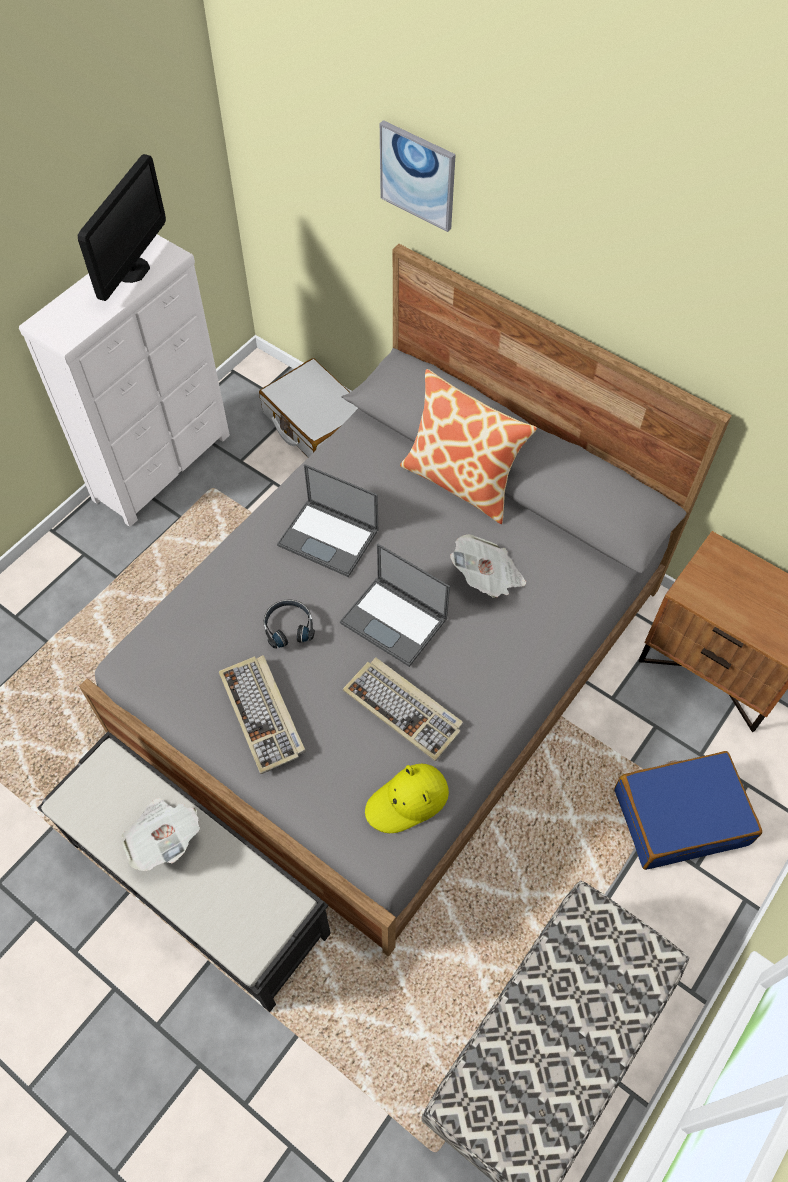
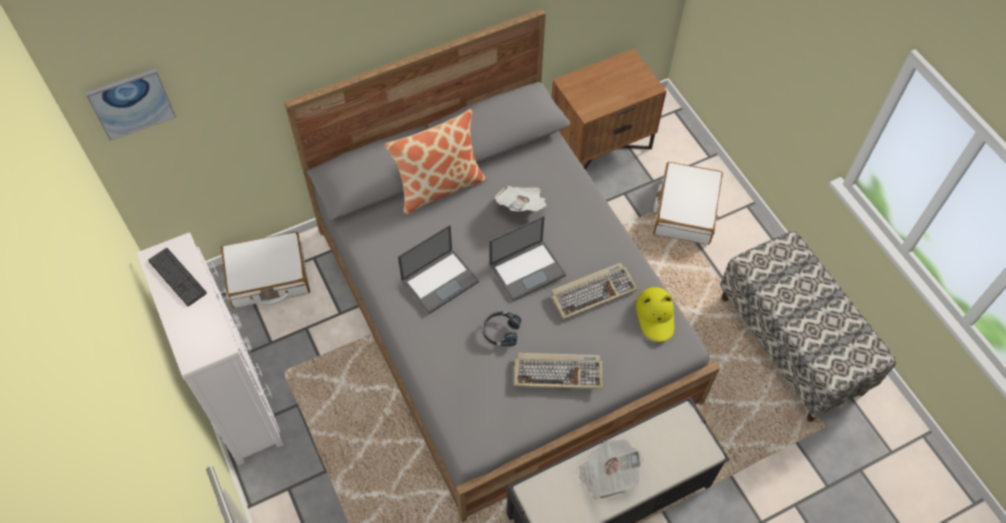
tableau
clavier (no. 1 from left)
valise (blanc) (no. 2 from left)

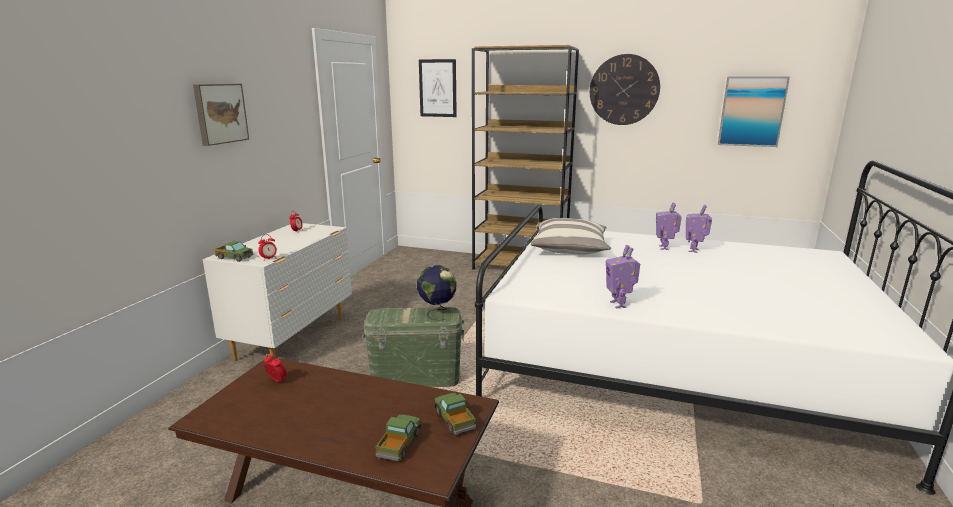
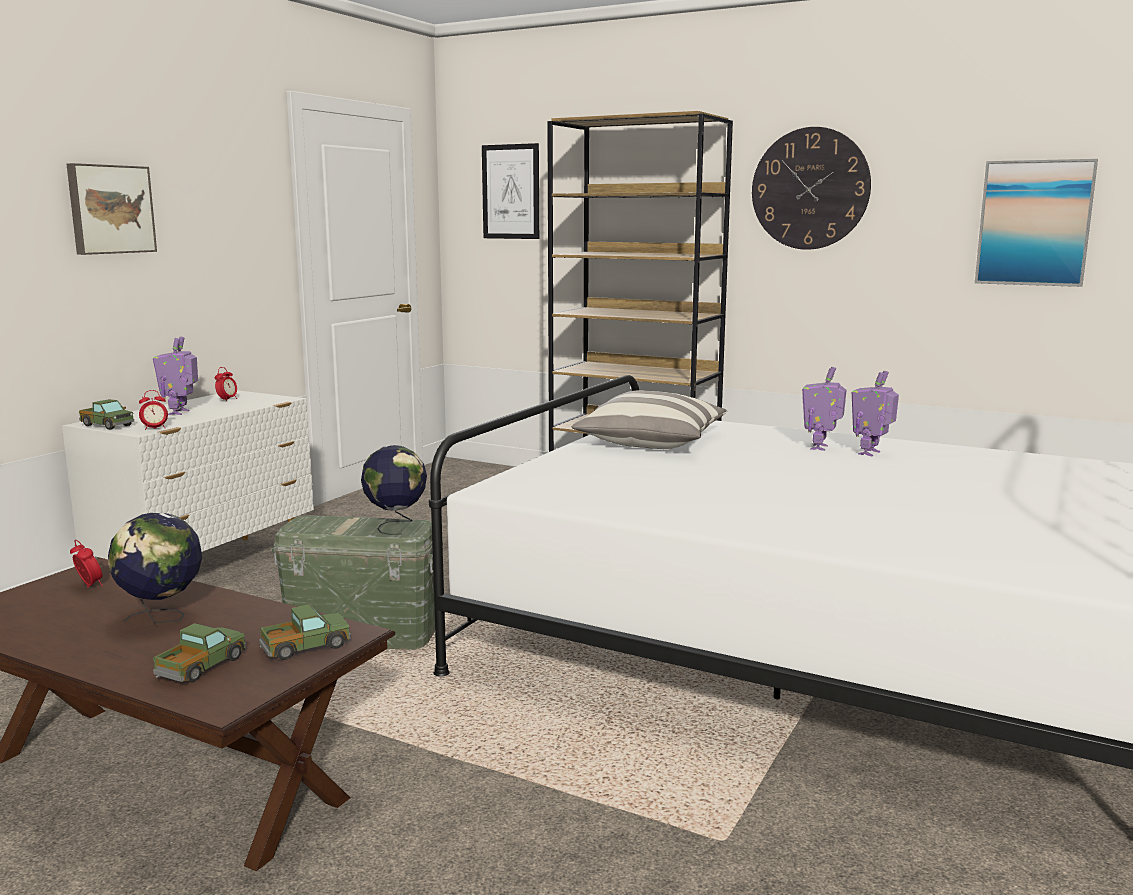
globe (no. 1 from left)
robot jouet (no. 1 from left)
camion jouet (no. 3 from left)

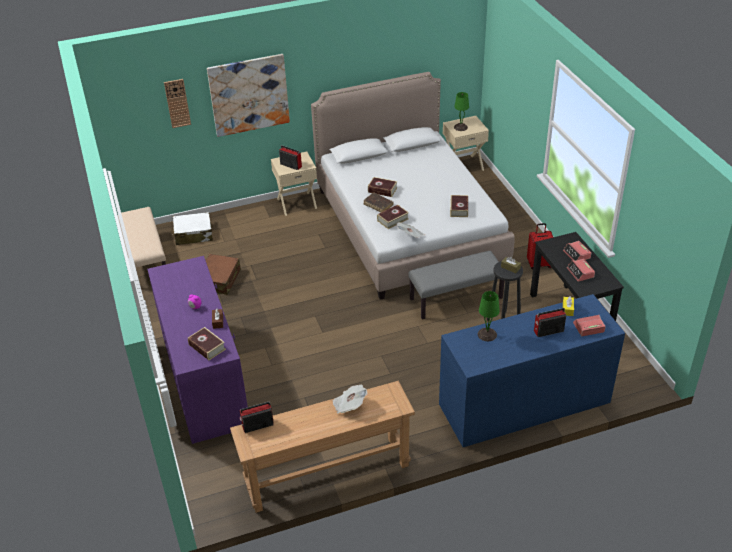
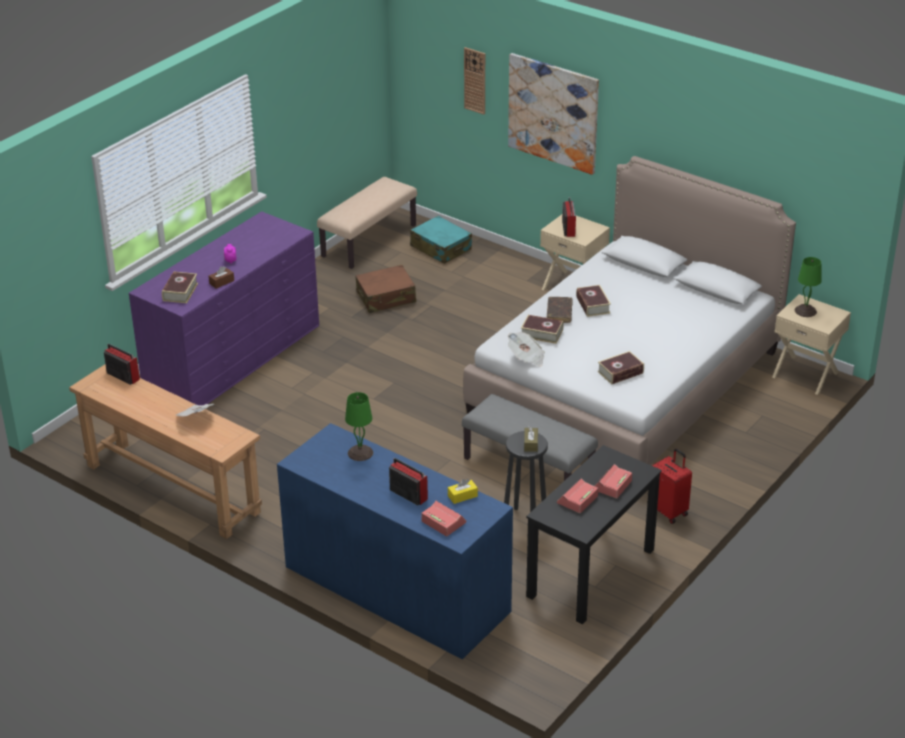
valise (turquoise)

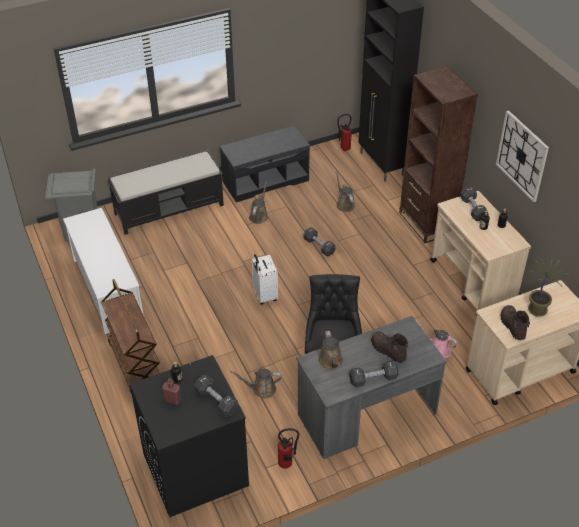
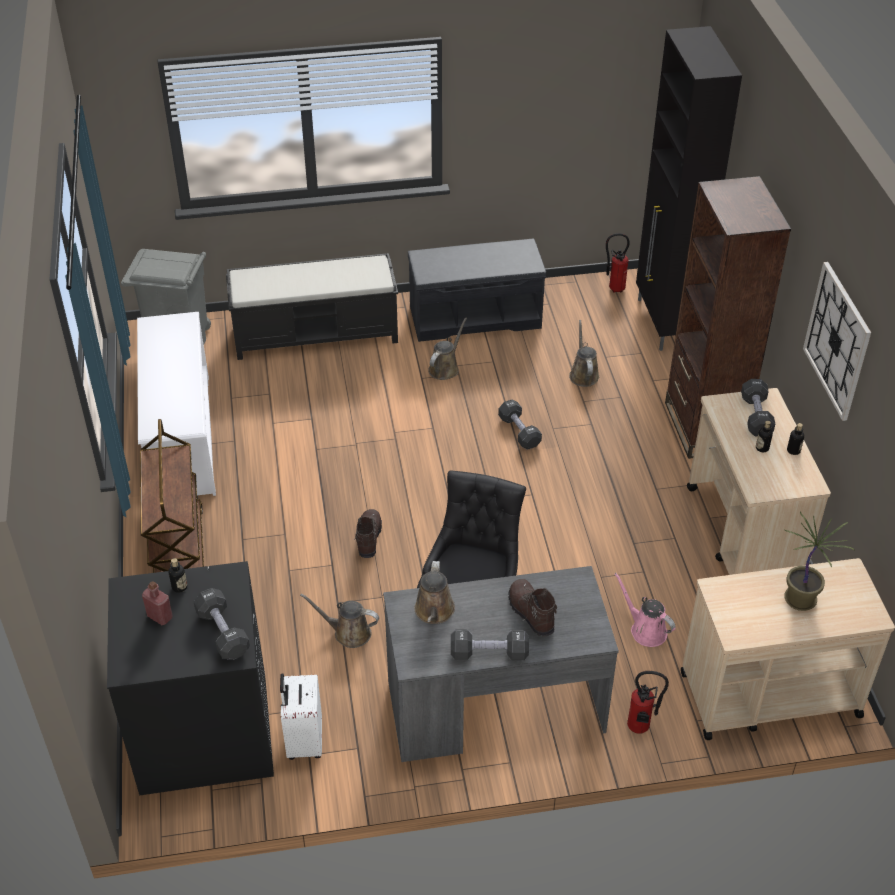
valise (blanc)
extincteur (no. 2 from left)
botte (marron) (no. 1 from left)

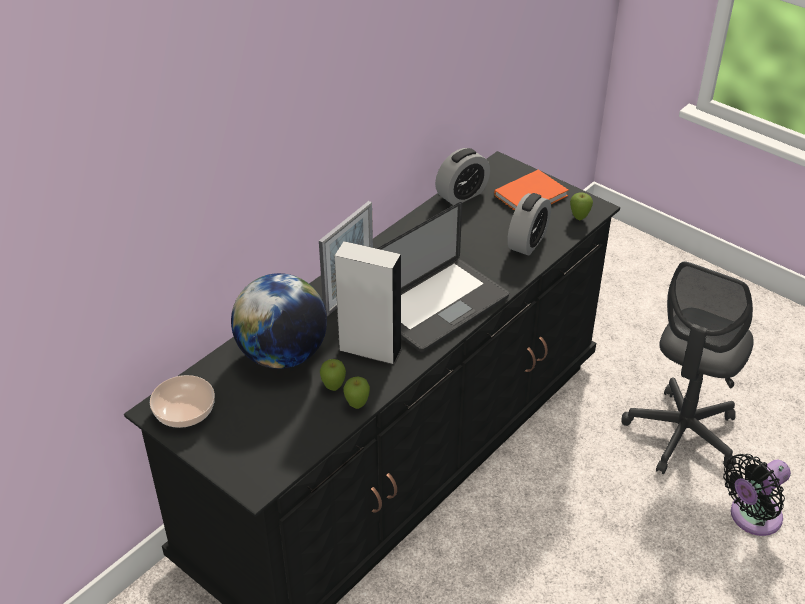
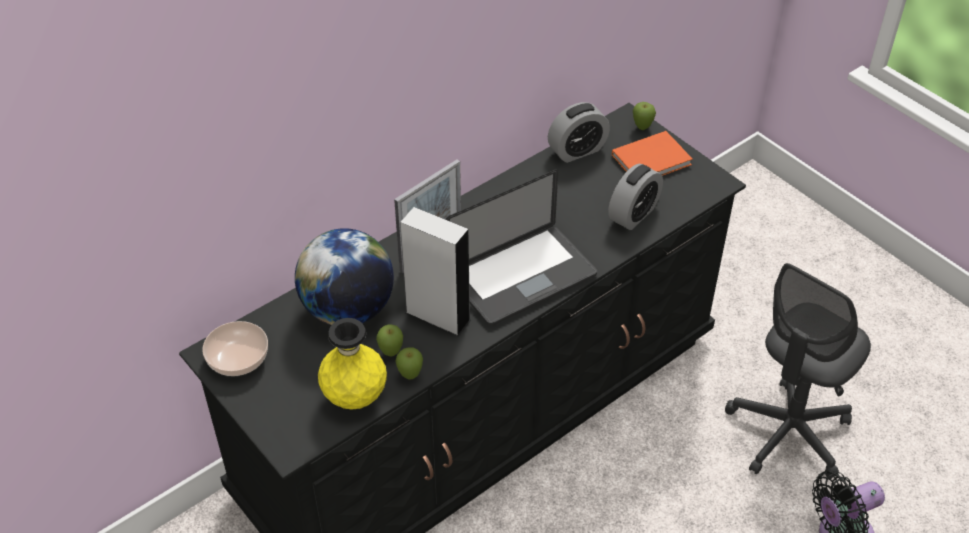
vase (jaune)
pomme (no. 3 from left)

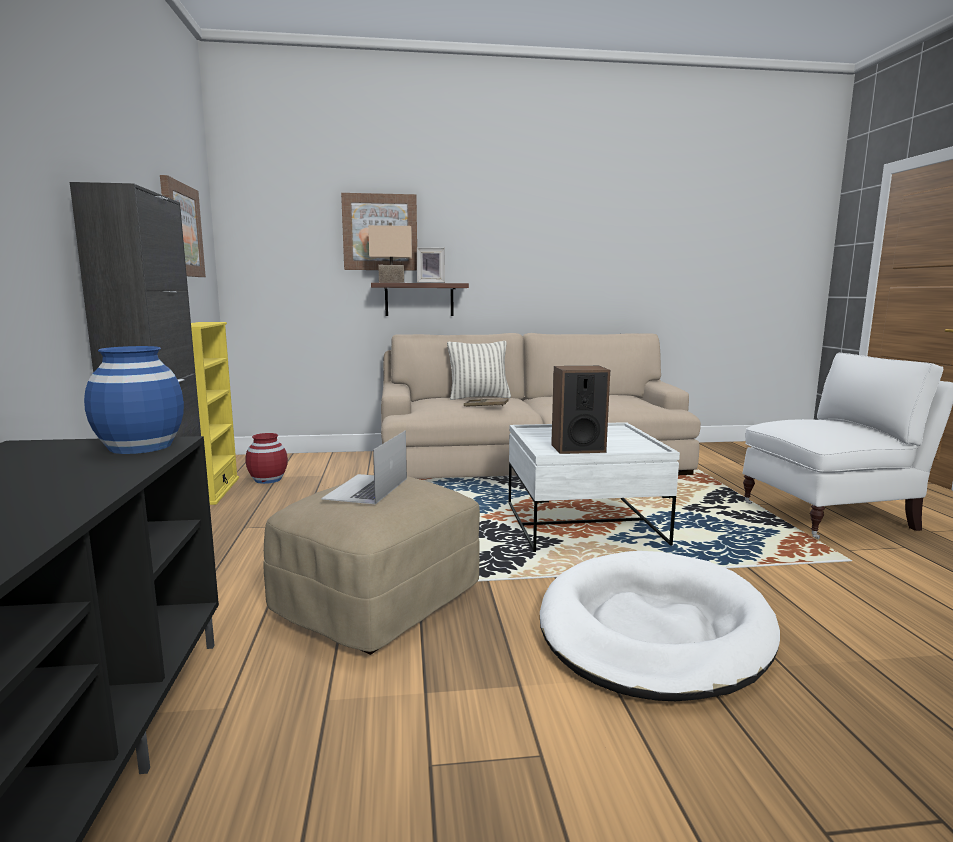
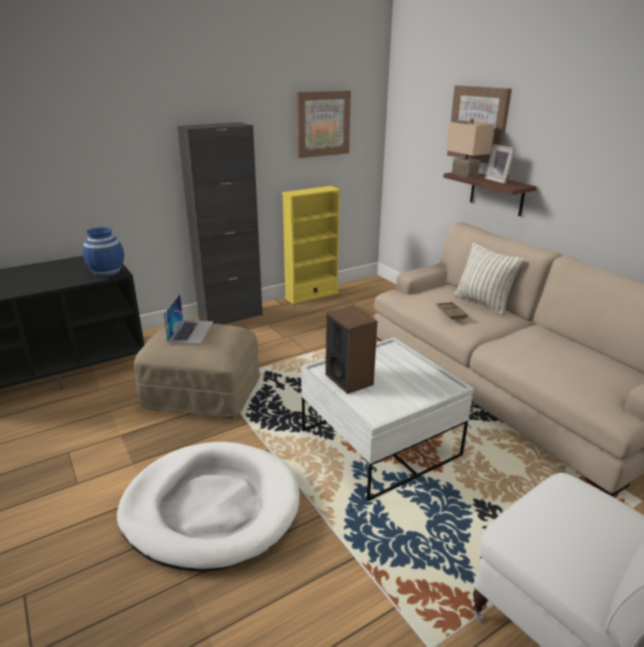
vase (rouge)
ordinateur portable

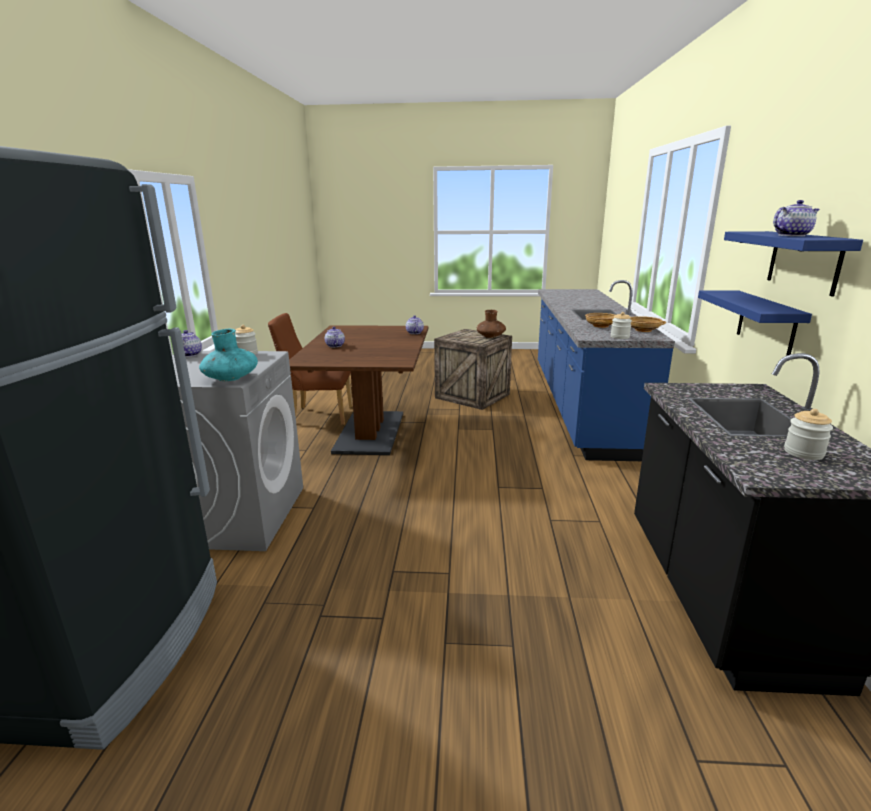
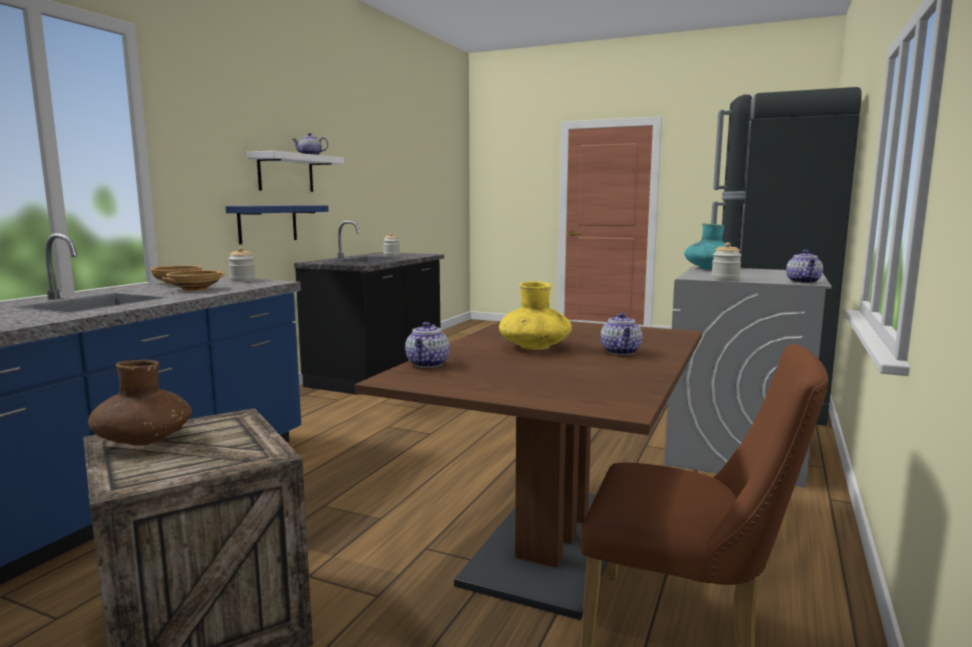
vase (jaune)
étagère (blanc)

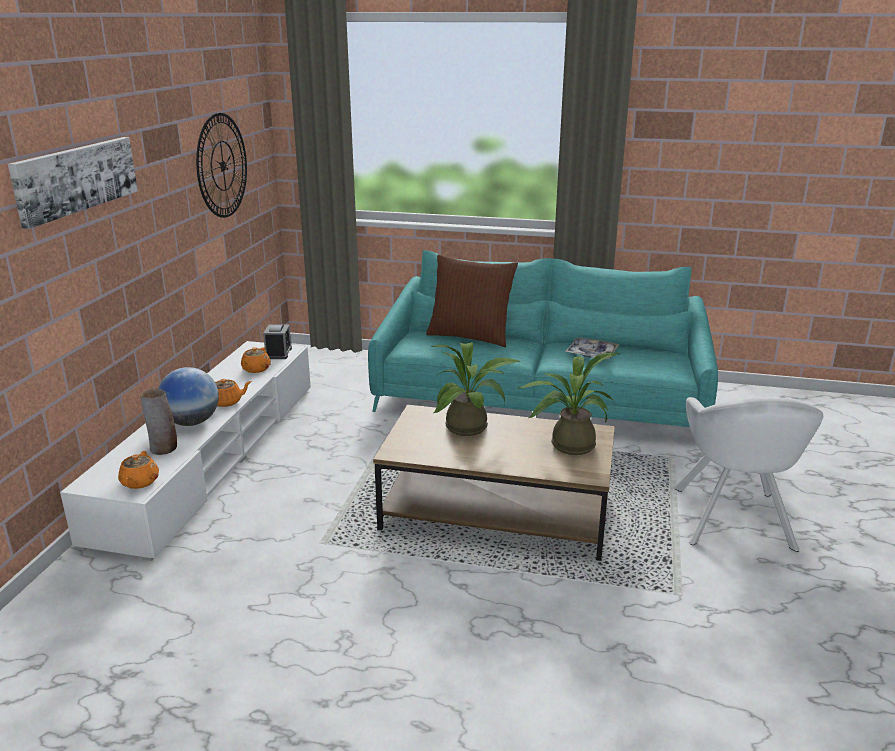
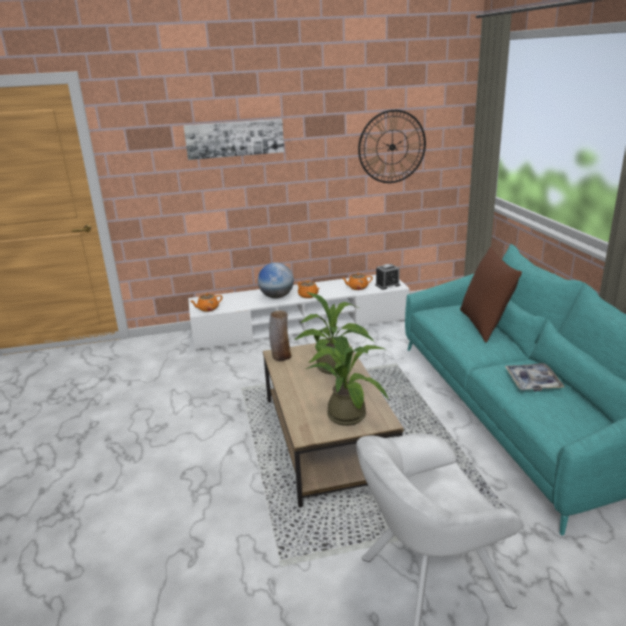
vase

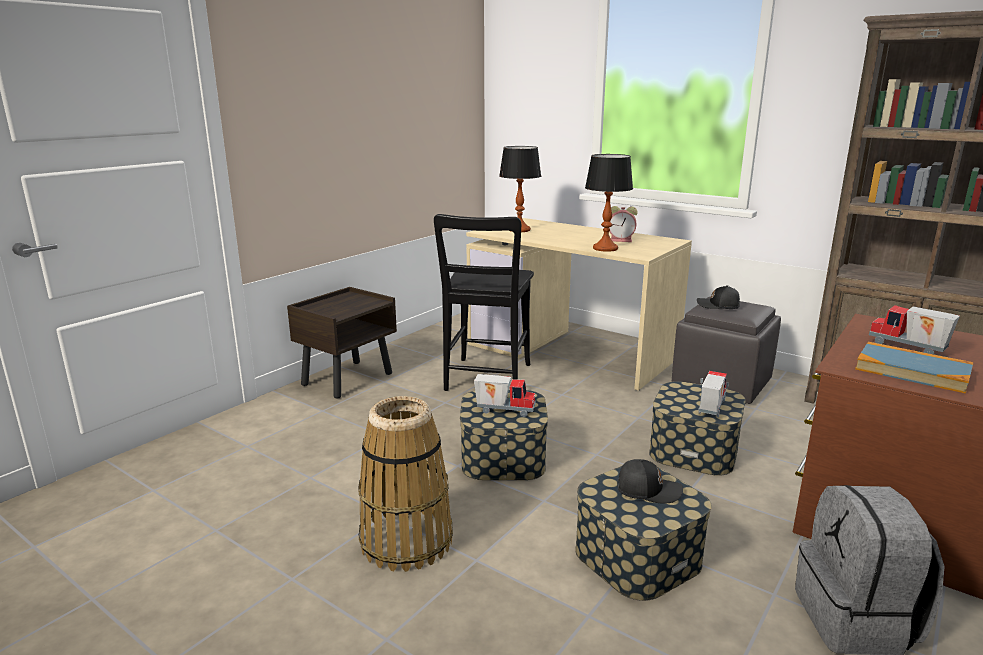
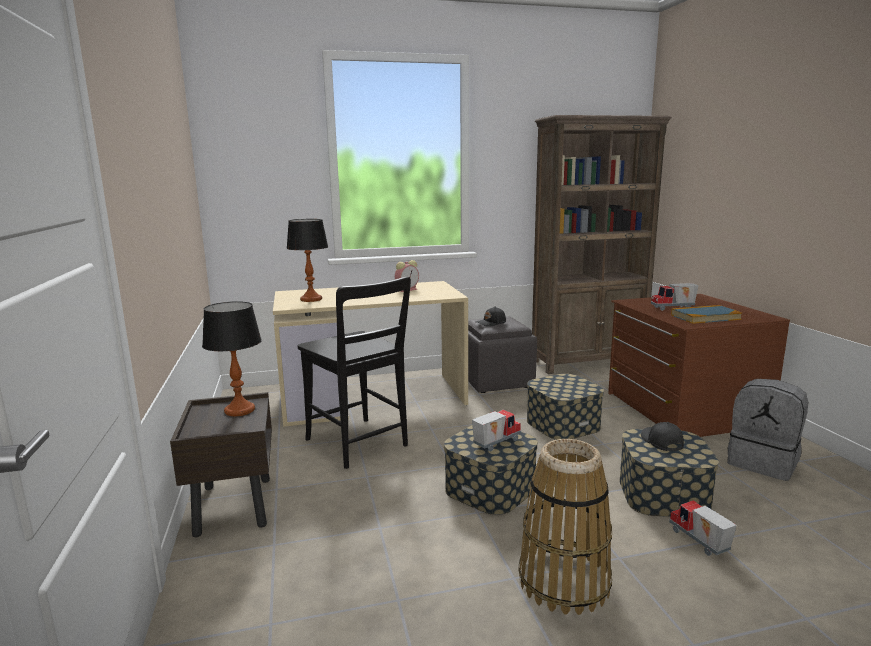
lampe de table (no. 1 from left)
camion jouet (no. 3 from left)
casquette (noir) (no. 2 from left)

